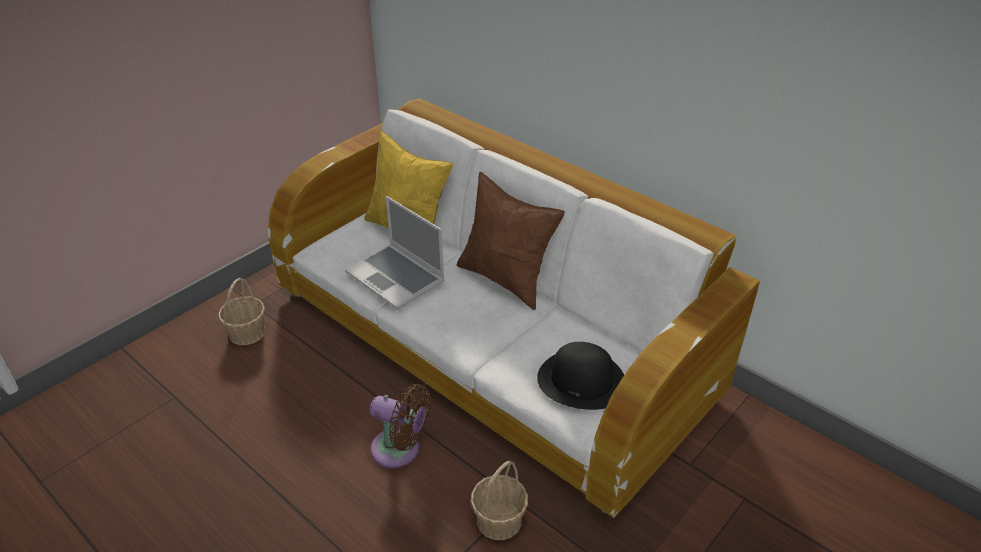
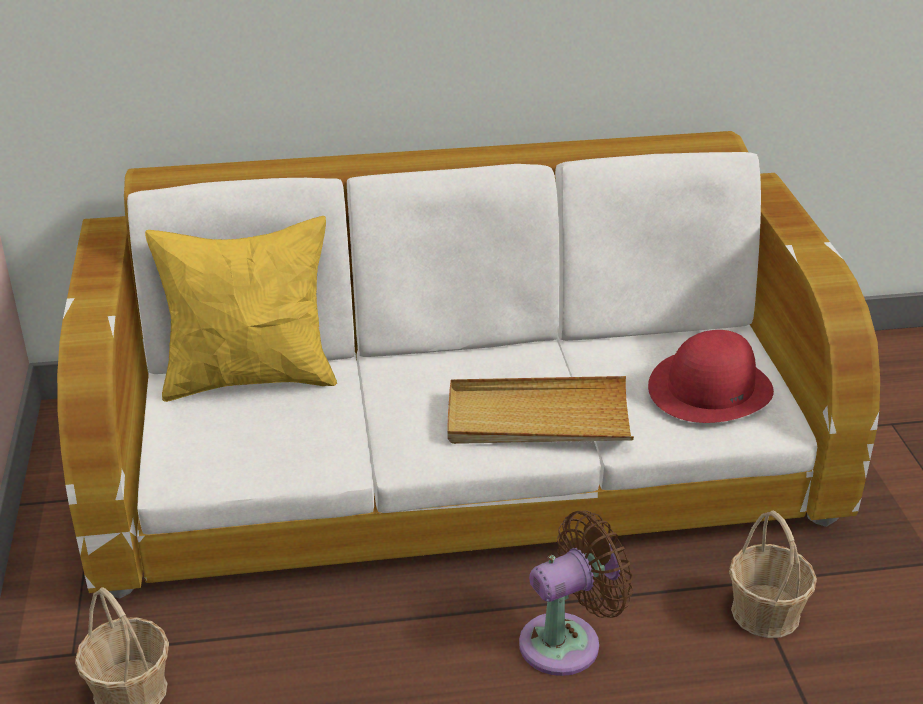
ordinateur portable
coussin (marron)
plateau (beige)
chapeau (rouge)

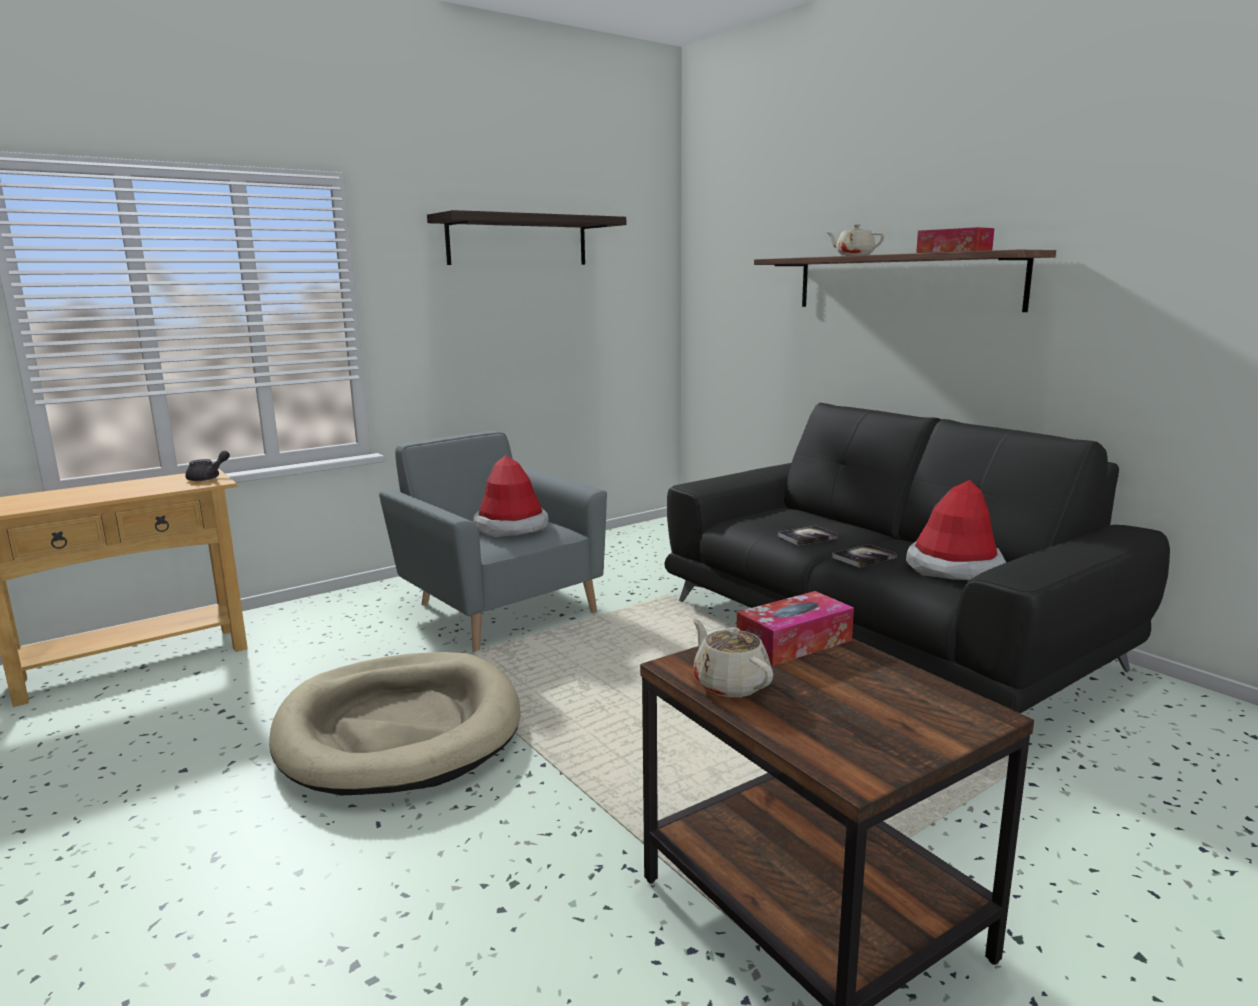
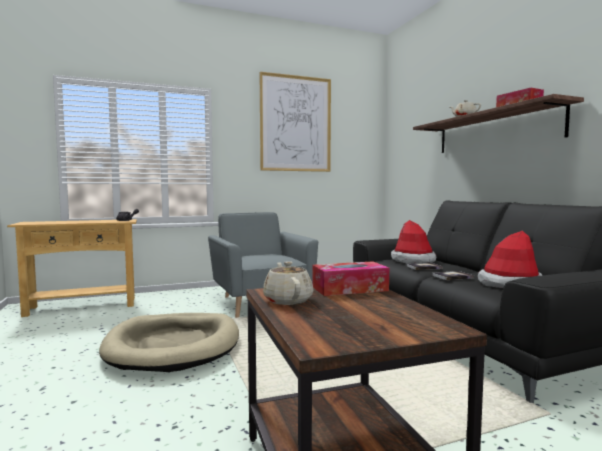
chapeau (no. 1 from left)
tableau

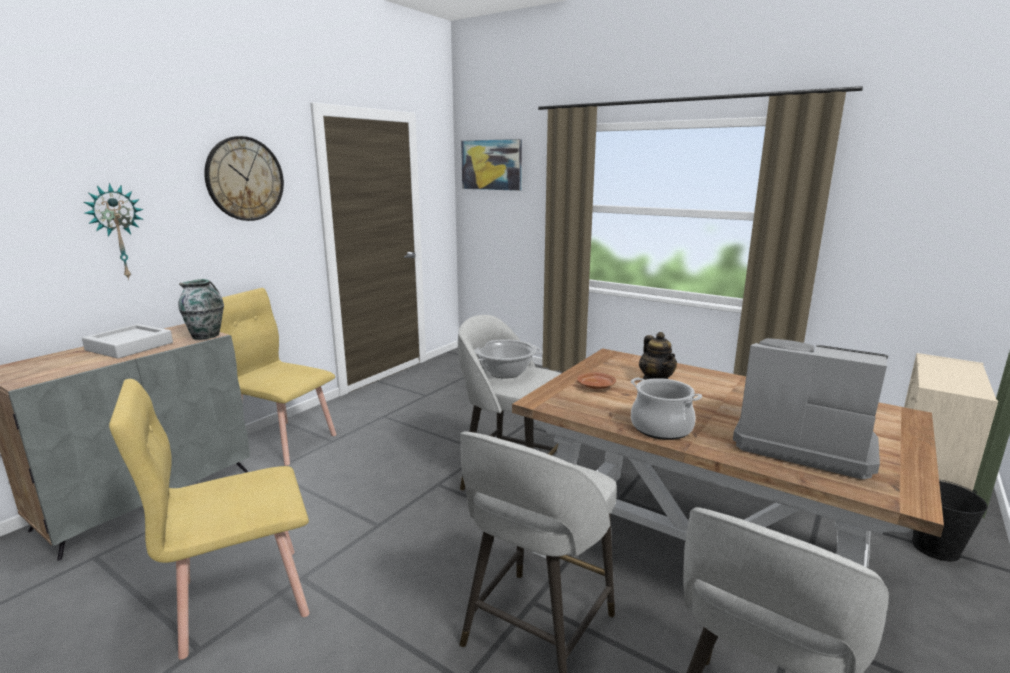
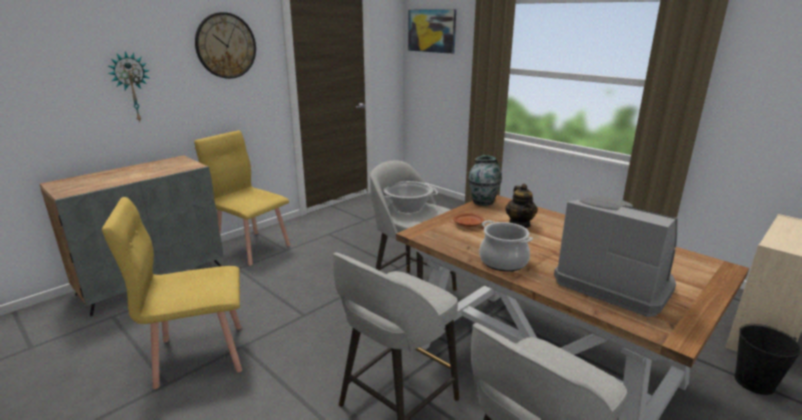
plateau (gris)
vase

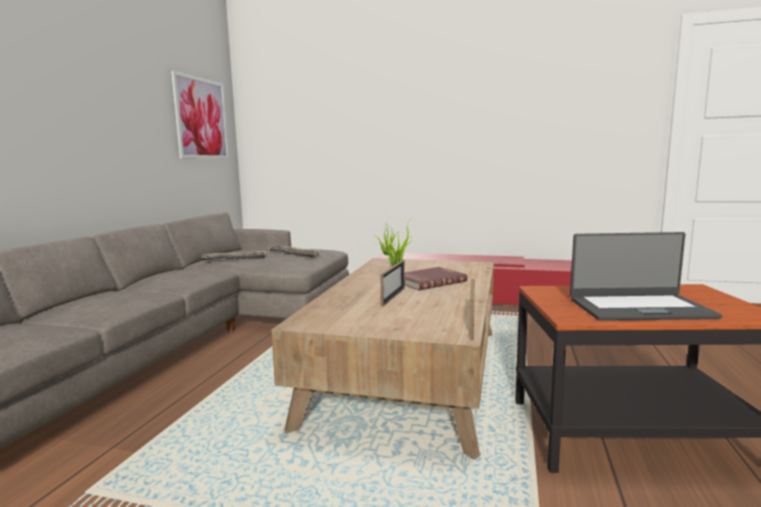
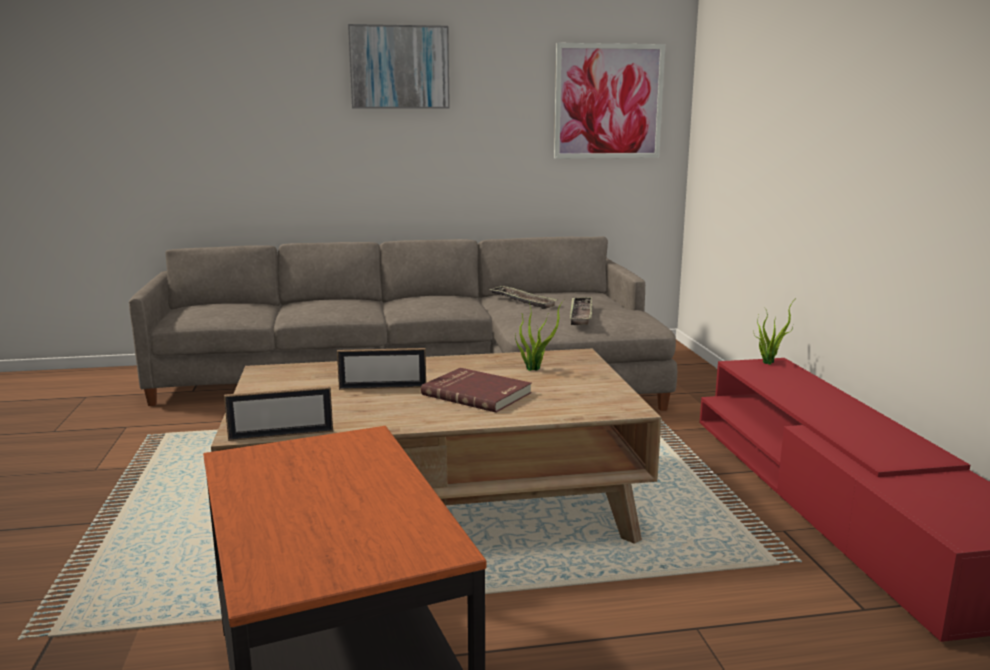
ordinateur portable
tableau (no. 1 from left)

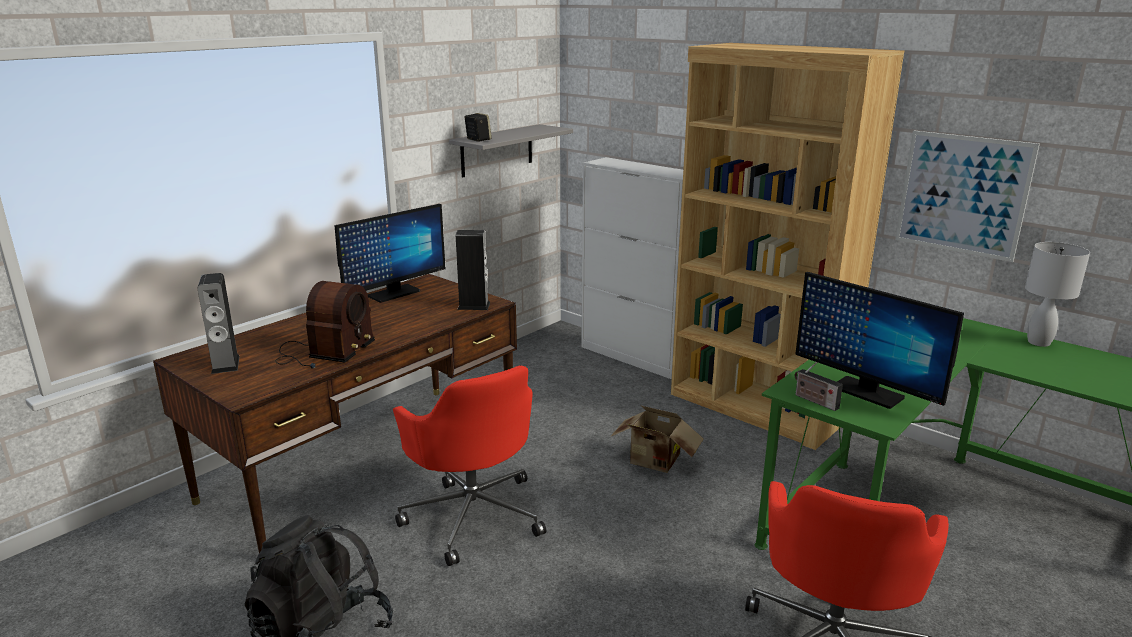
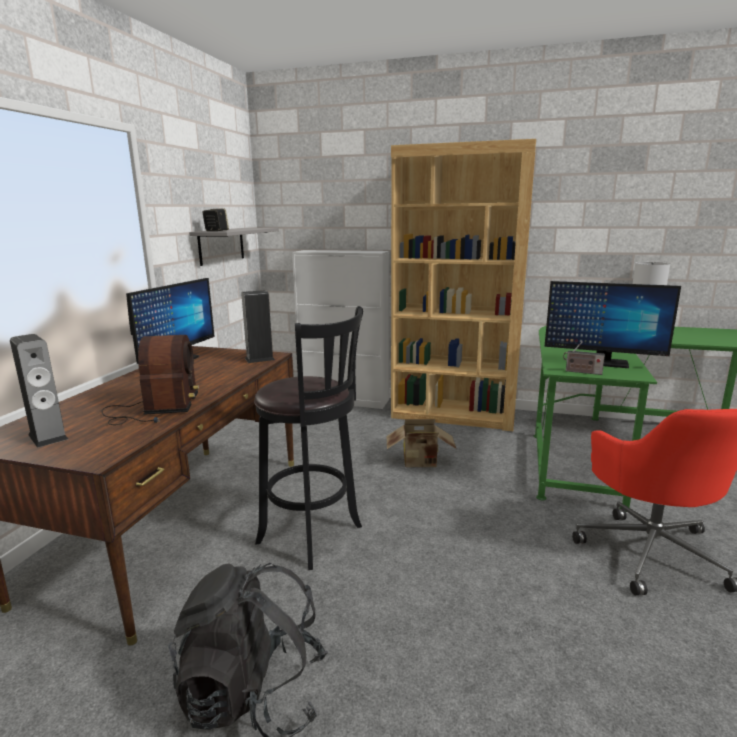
tableau
tabouret (noir)

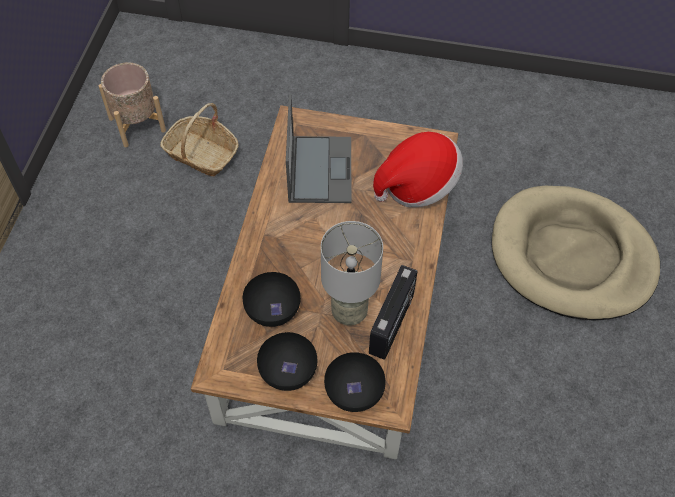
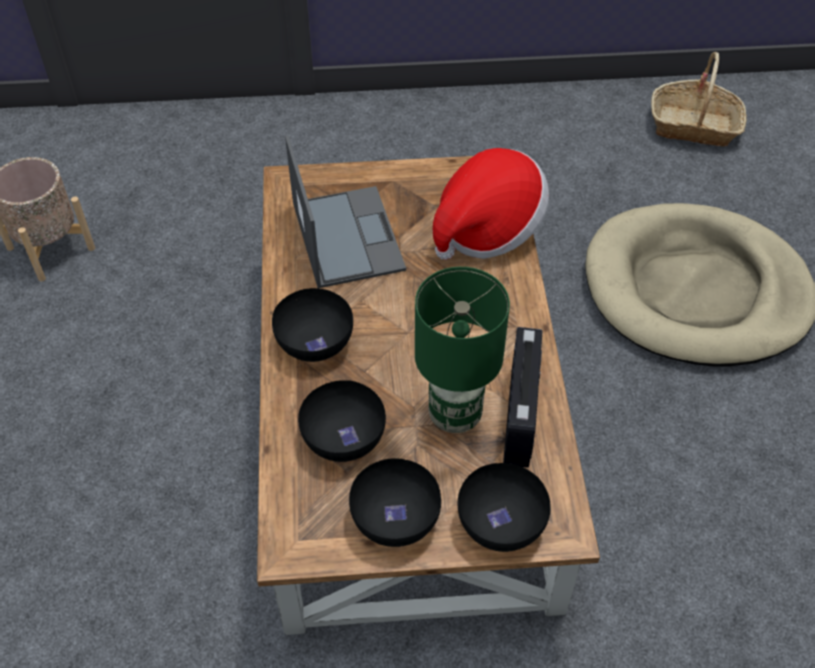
bol (noir) (no. 1 from left)
panier
lampe de table (vert)

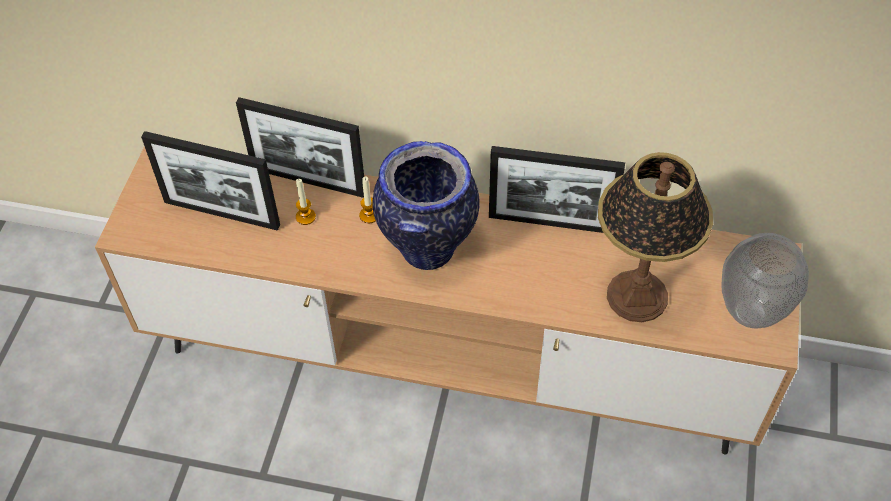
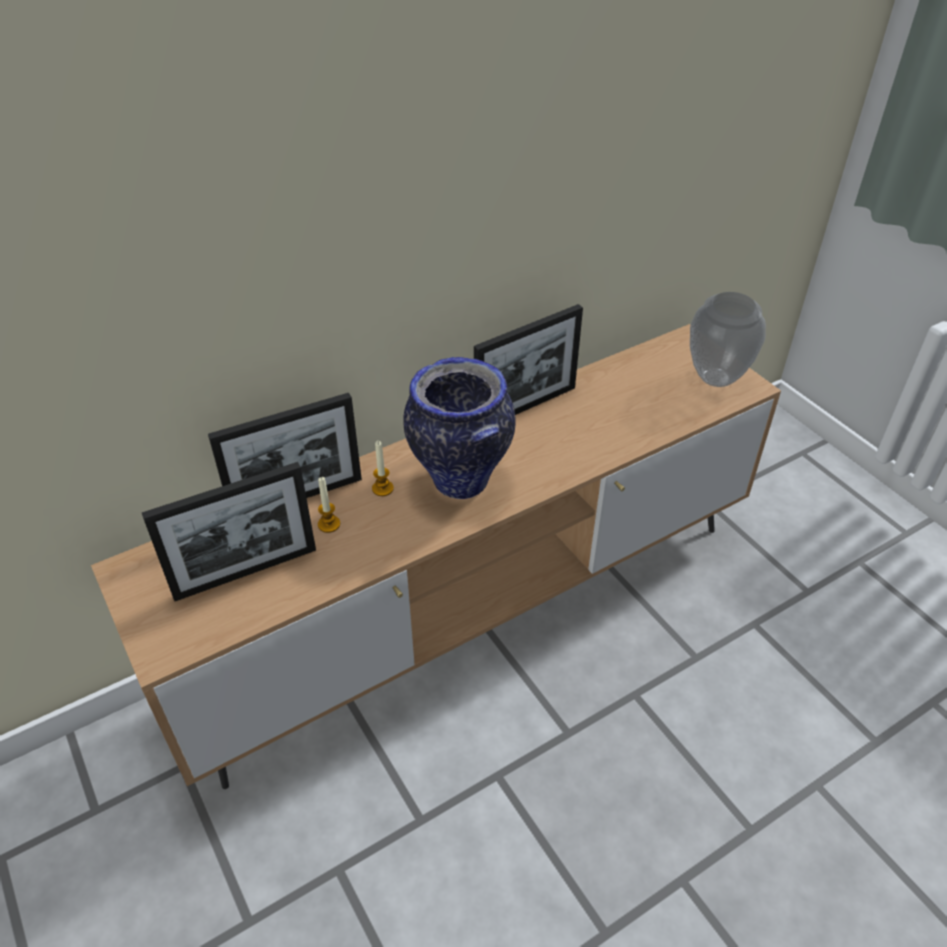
lampe de table

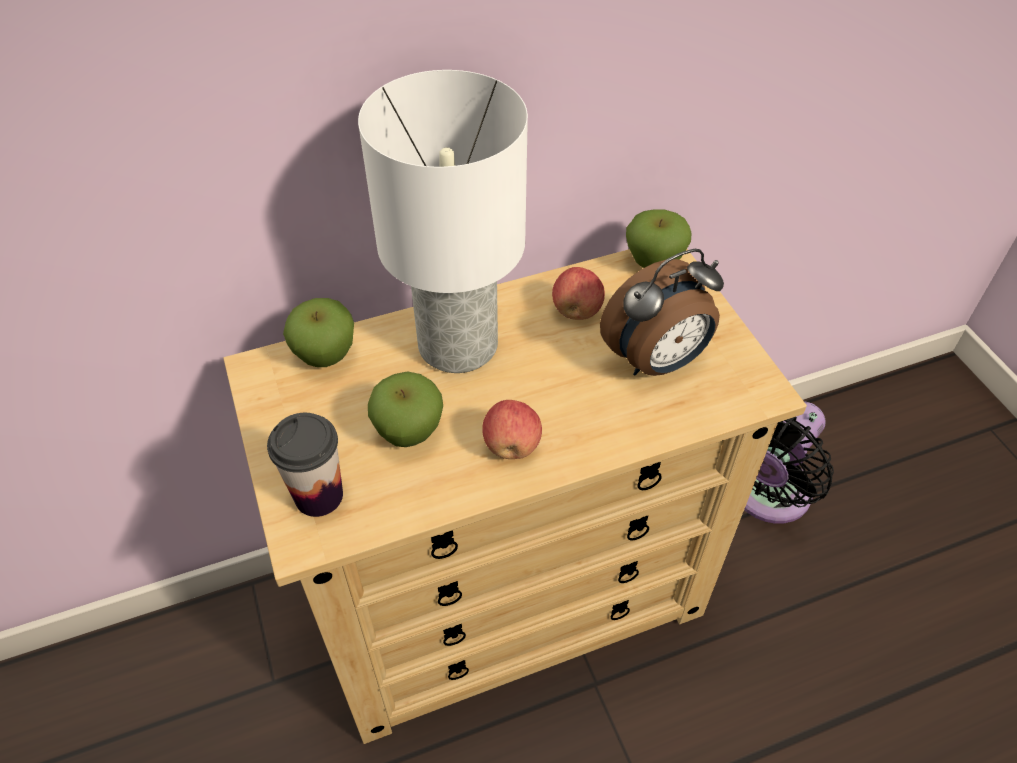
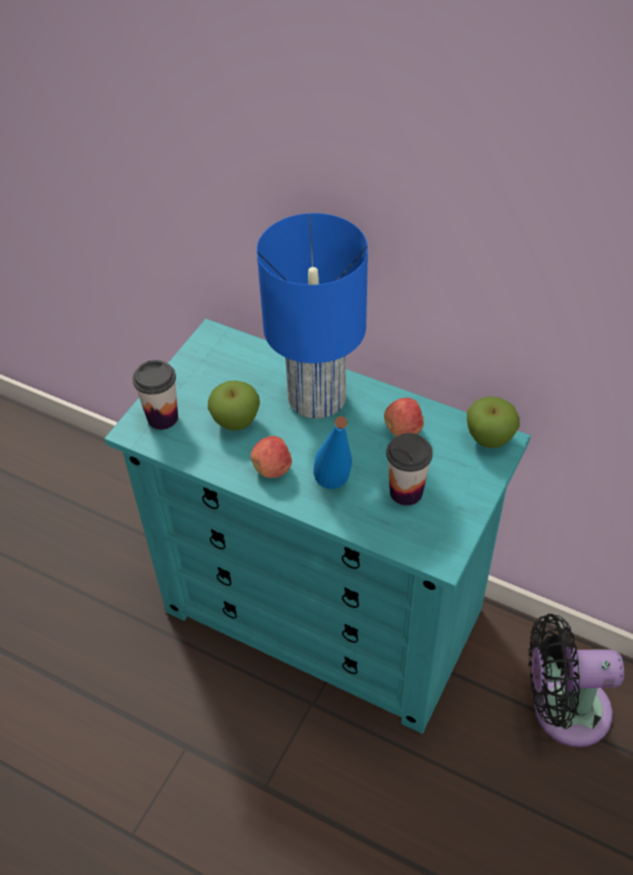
pomme (no. 1 from left in the first image)
bouteille (bleu)
tasse (no. 2 from left)
commode (turquoise)
lampe de table (bleu)

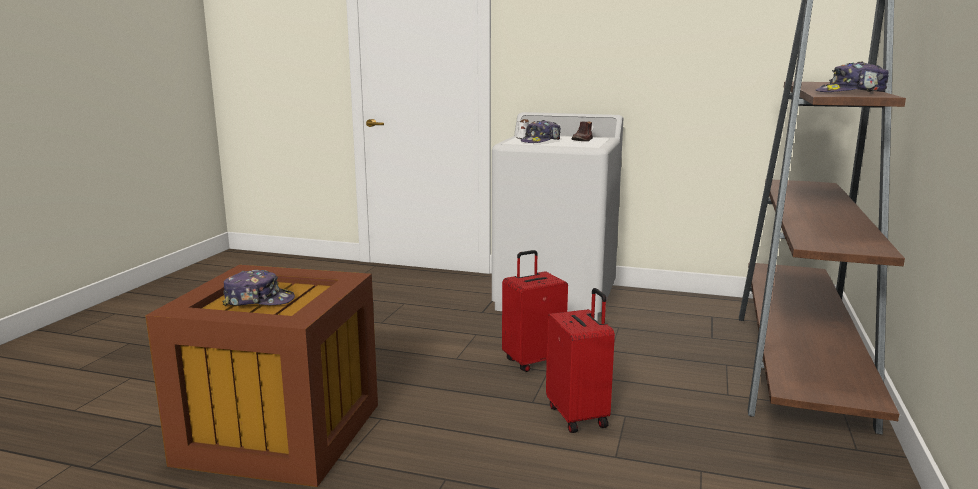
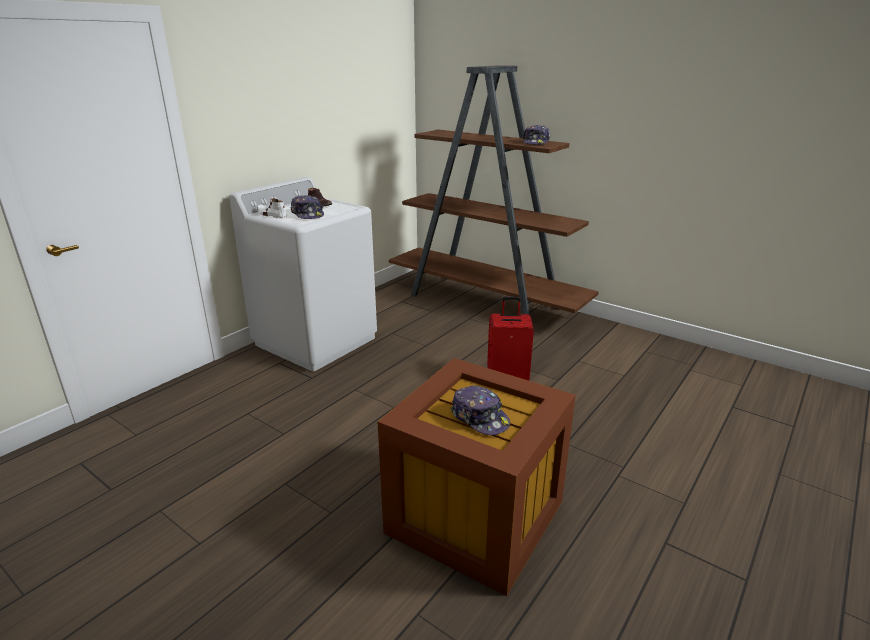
valise (rouge) (no. 1 from left in the first image)
casquette (no. 2 from left)

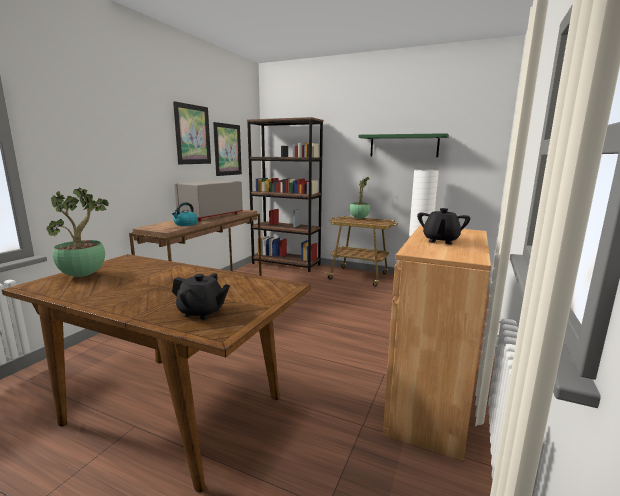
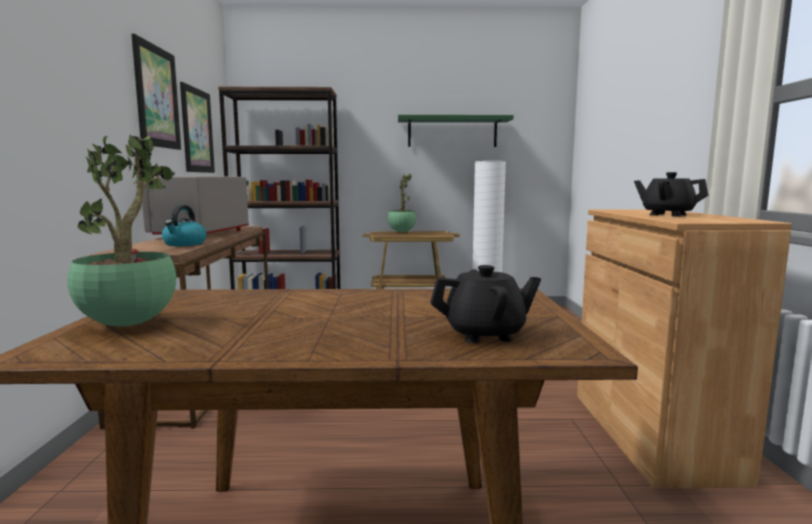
théière (noir) (no. 2 from left)

